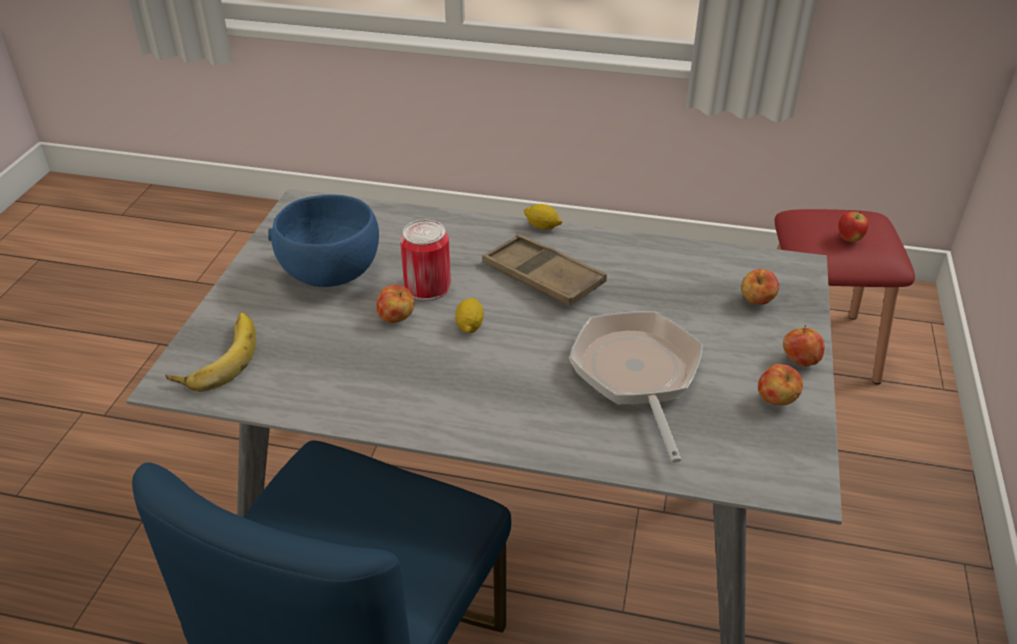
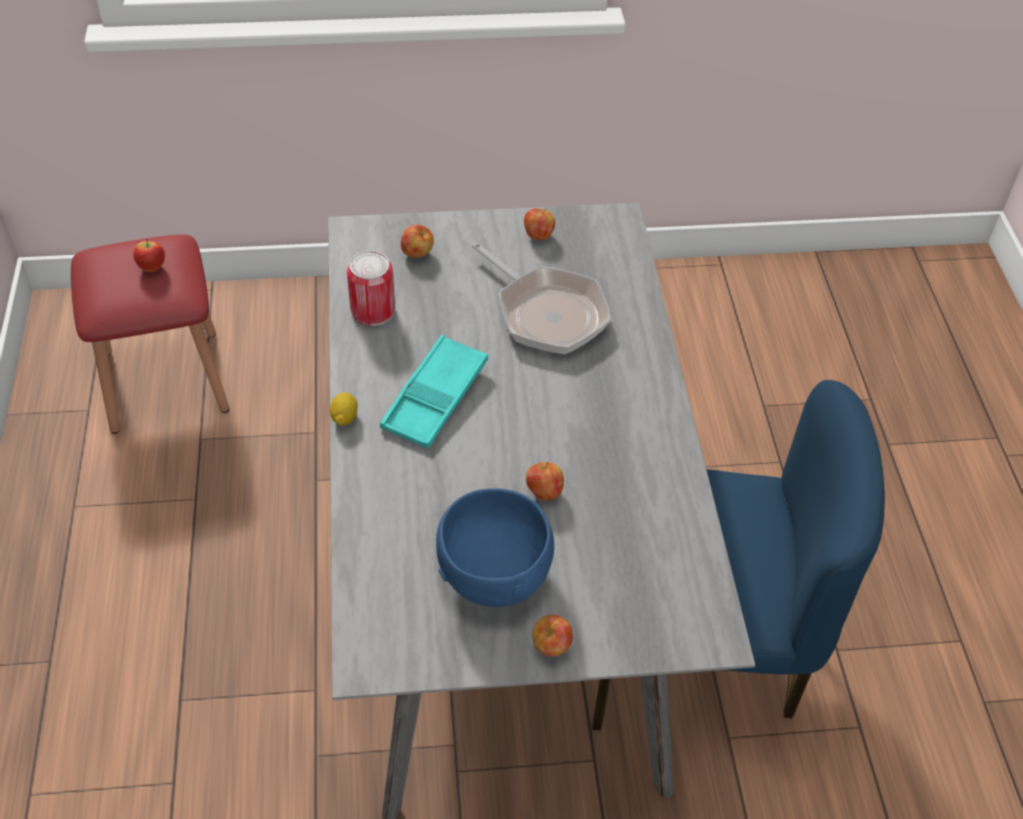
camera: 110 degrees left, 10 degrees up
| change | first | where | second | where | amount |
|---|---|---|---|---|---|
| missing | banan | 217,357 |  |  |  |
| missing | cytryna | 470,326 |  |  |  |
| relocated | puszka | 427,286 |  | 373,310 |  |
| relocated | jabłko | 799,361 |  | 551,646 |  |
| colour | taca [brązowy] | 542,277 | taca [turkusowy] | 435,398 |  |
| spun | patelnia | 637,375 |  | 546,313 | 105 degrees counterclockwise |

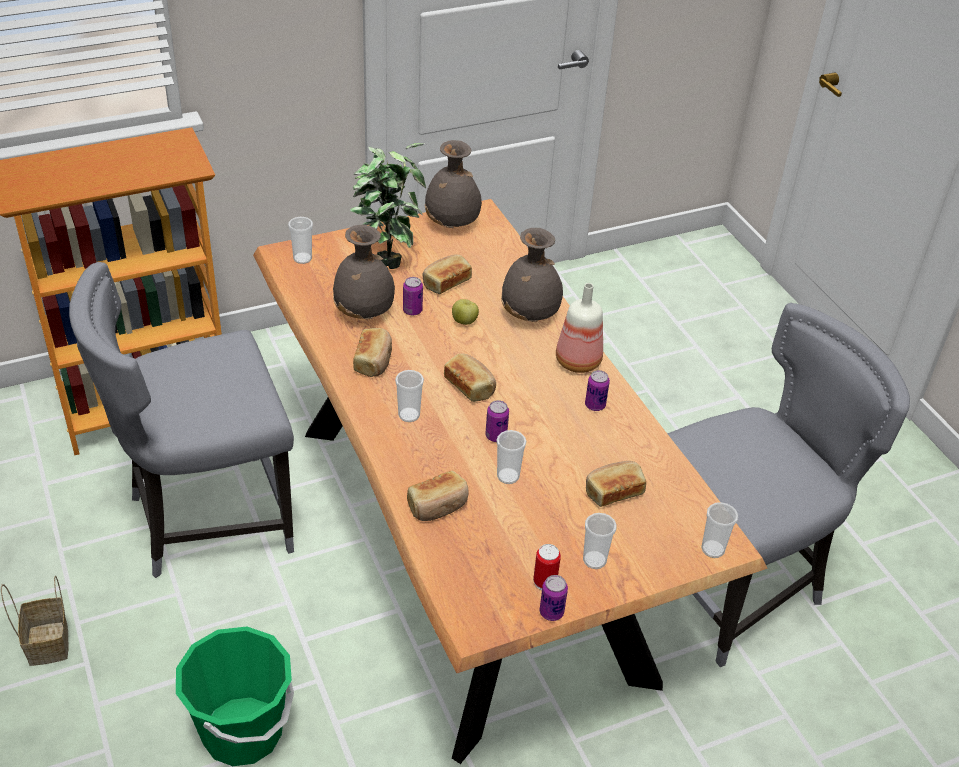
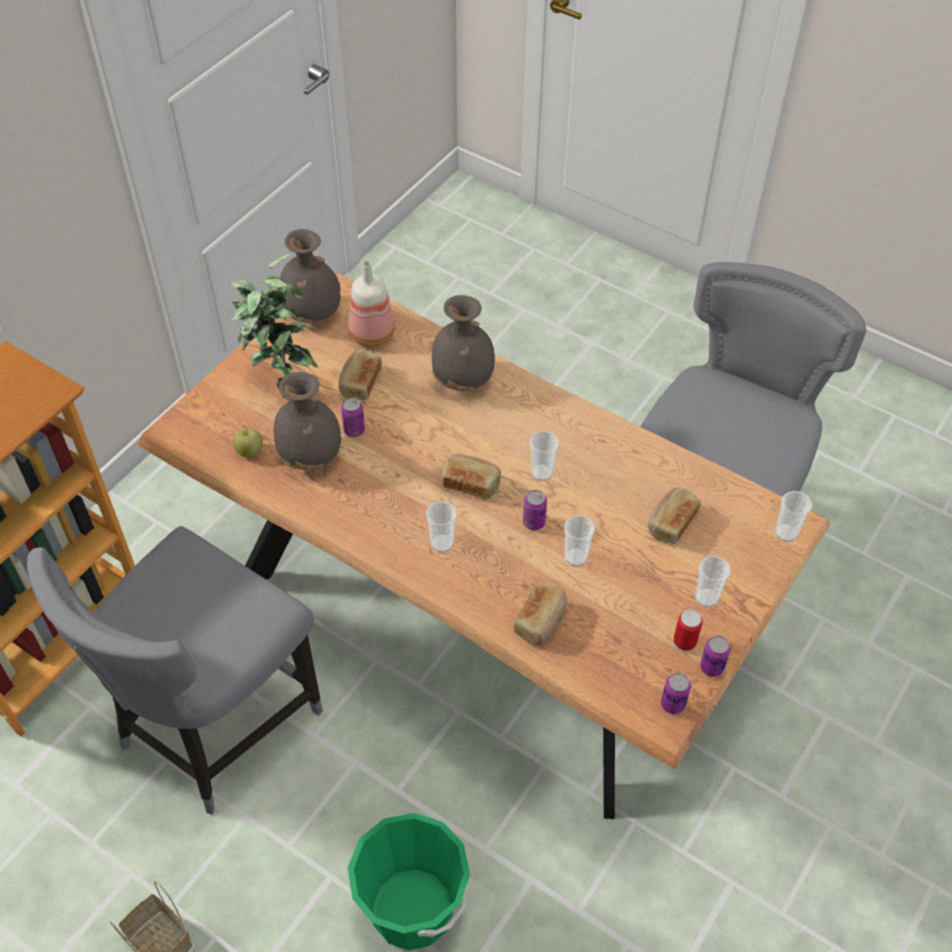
camera: 30 degrees left, 10 degrees up
| change | first | where | second | where | amount |
|---|---|---|---|---|---|
| missing | chleb | 374,361 |  |  |  |
| relocated | filiżanka | 302,258 |  | 542,473 |  |
| relocated | jabłko | 464,322 |  | 249,451 |  |
| relocated | butelka | 577,362 |  | 371,335 |  |
| relocated | puszka | 595,405 |  | 672,704 |  |

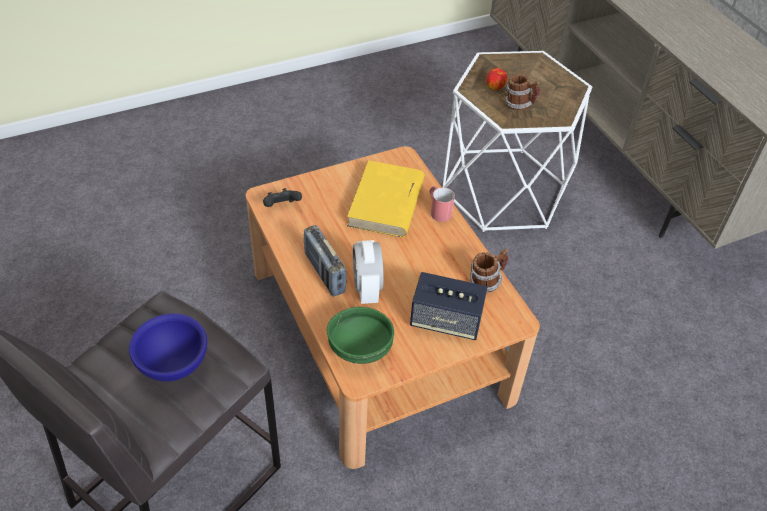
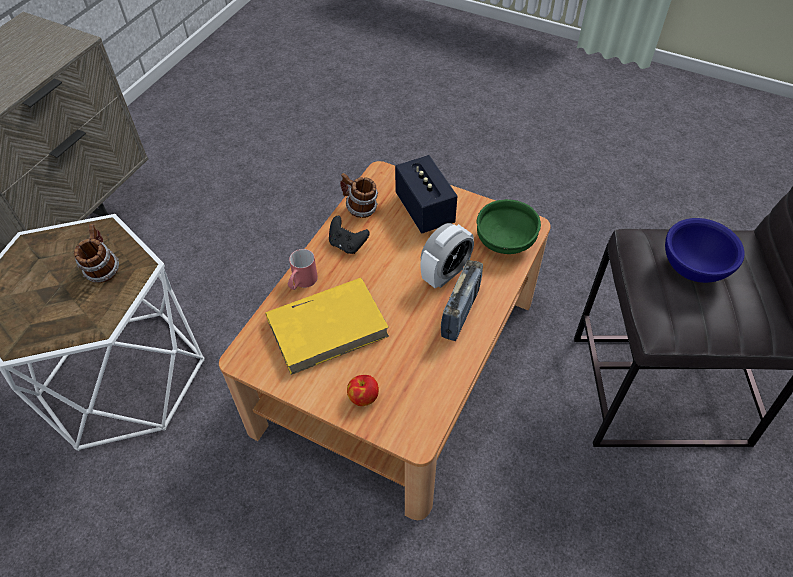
camera: 125 degrees left, 5 degrees up
| change | first | where | second | where | amount |
|---|---|---|---|---|---|
| relocated | pad do gier [czarny] | 282,207 |  | 347,244 |  |
| relocated | jabłko | 495,87 |  | 363,397 |  |

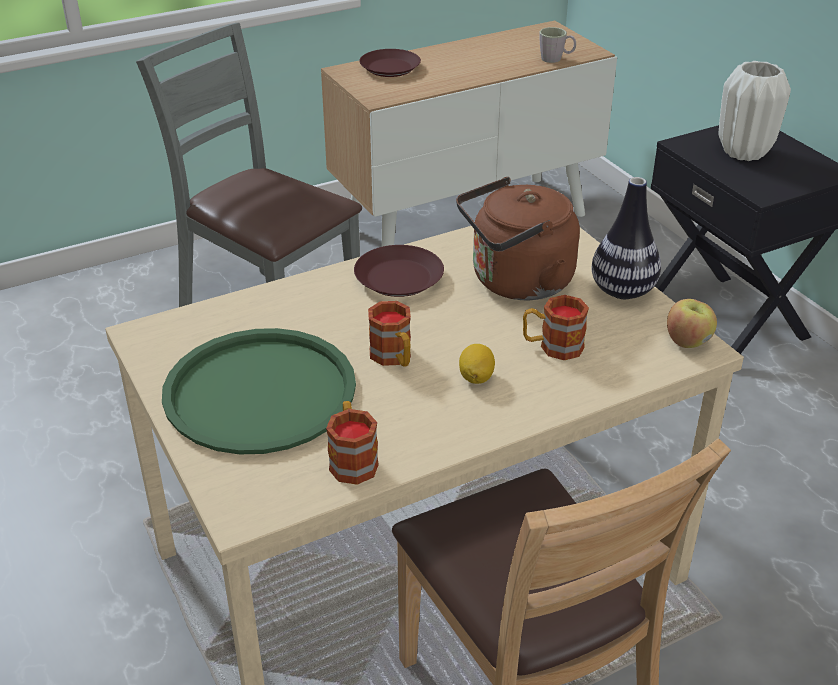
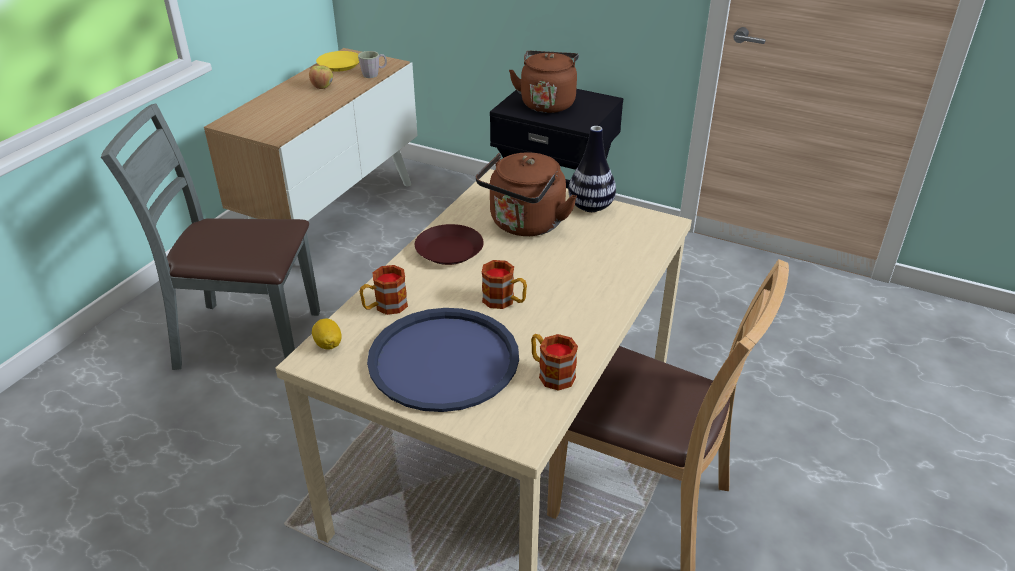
camera: 35 degrees left, 0 degrees up
| change | first | where | second | where | amount |
|---|---|---|---|---|---|
| missing | talerz [brązowy] | 389,68 |  |  |  |
| appeared |  |  | talerz [żółty] | 340,65 |  |
| relocated | cytryna | 476,377 |  | 328,344 |  |
| relocated | kubek | 552,346 |  | 385,307 |  |
| relocated | jabłko | 688,341 |  | 322,86 |  |
| exchanged | wazon [biały] | 745,152 | czajnik [brązowy] | 547,103 |  |
| colour | taca [zielony] | 259,392 | taca [niebieski] | 443,360 |  |

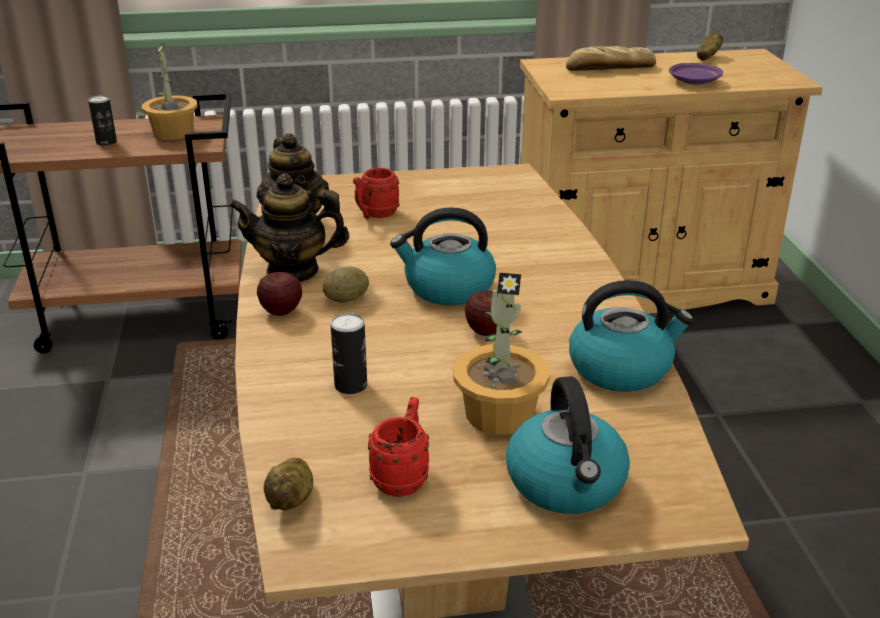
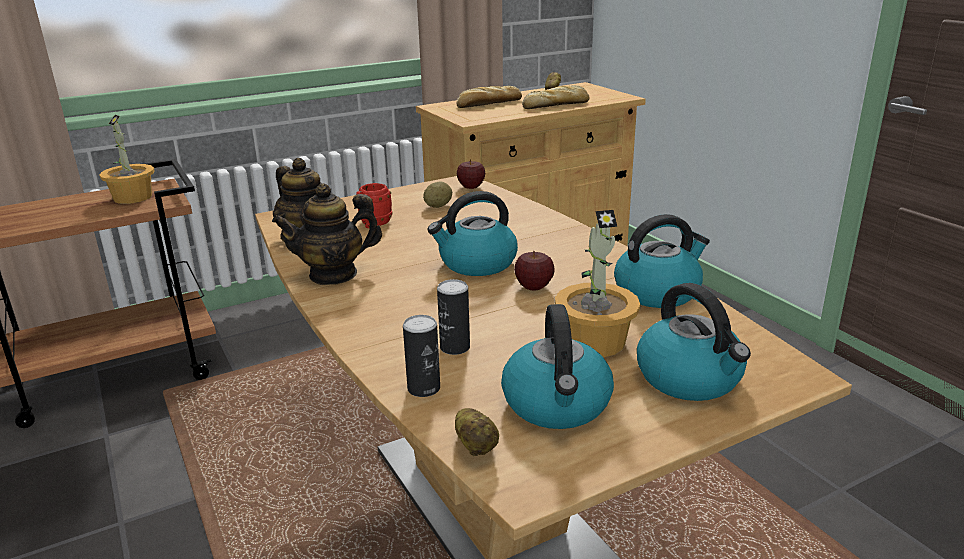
camera: 20 degrees left, 5 degrees down
| change | first | where | second | where | amount |
|---|---|---|---|---|---|
| relocated | puszka | 106,142 |  | 424,388 |  |
| relocated | jabłko | 281,311 |  | 471,187 |  |
| relocated | ziemniak | 346,299 |  | 438,206 |  |
| exchanged | kubek [czerwony] | 403,476 | czajnik | 557,405 |  |
| exchanged | talerz [fioletowy] | 694,81 | chleb | 557,105 |  |

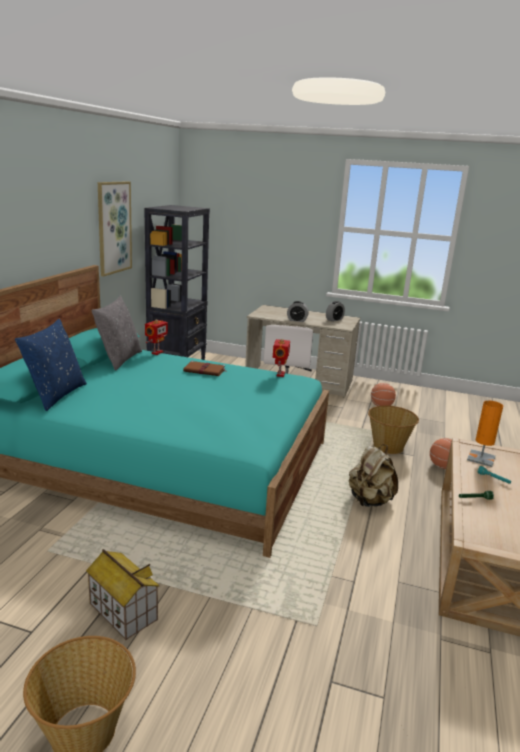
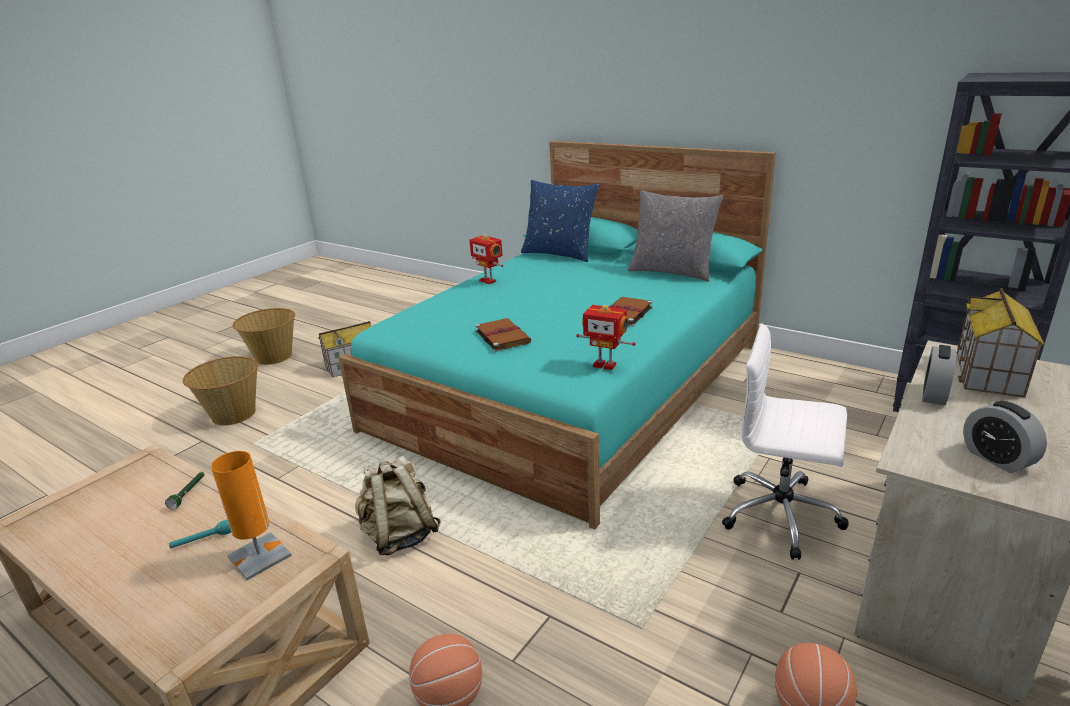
camera: 110 degrees right, 5 degrees up
| change | first | where | second | where | amount |
|---|---|---|---|---|---|
| missing | obraz | 114,228 |  |  |  |
| appeared |  |  | książka [brązowy] | 501,336 |  |
| appeared |  |  | domek | 989,374 |  |
| relocated | robot zabawkowy | 156,352 |  | 488,281 |  |
| relocated | koszyk | 388,447 |  | 233,414 |  |

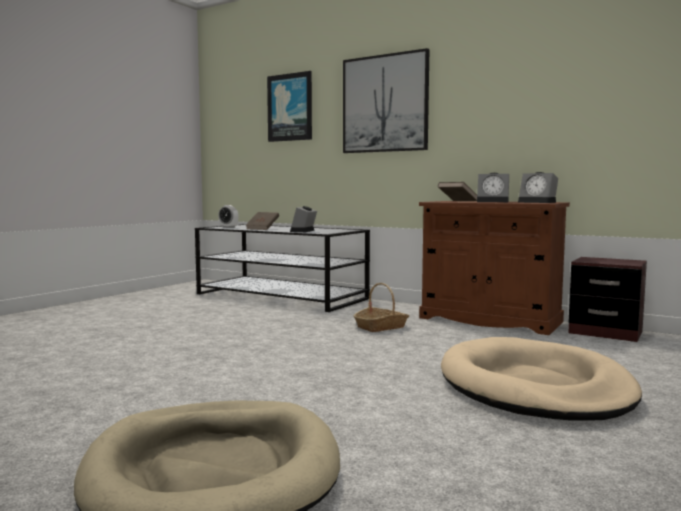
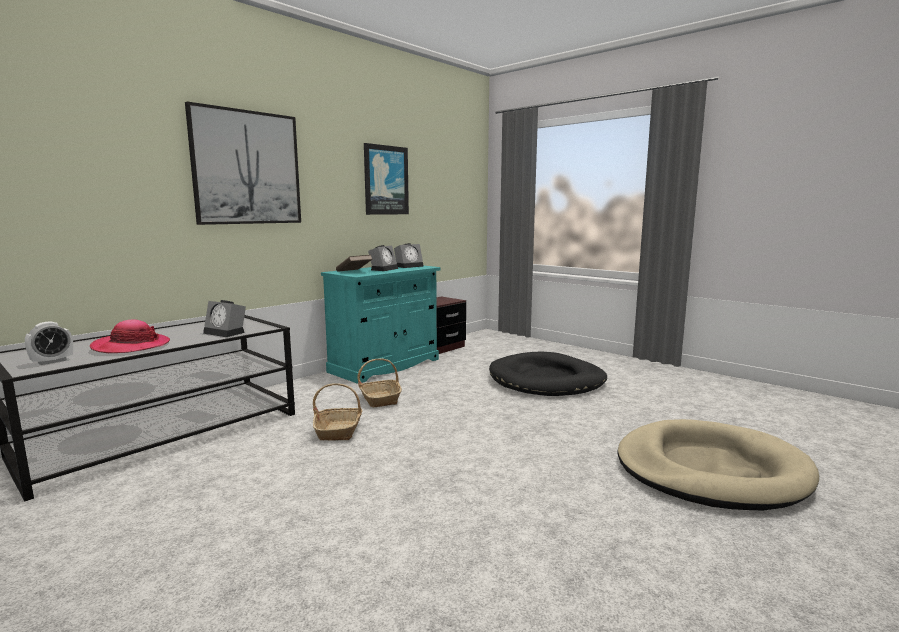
camera: 80 degrees left, 5 degrees up
| change | first | where | second | where | amount |
|---|---|---|---|---|---|
| appeared |  |  | koszyk | 339,430 |  |
| relocated | obraz | 290,107 |  | 386,180 |  |
| exchanged | książka [brązowy] | 262,228 | kapelusz | 131,346 |  |
| colour | szafka [brązowy] | 489,320 | szafka [turkusowy] | 385,365 |  |
| colour | legowisko [beżowy] | 534,387 | legowisko [czarny] | 547,380 |  |

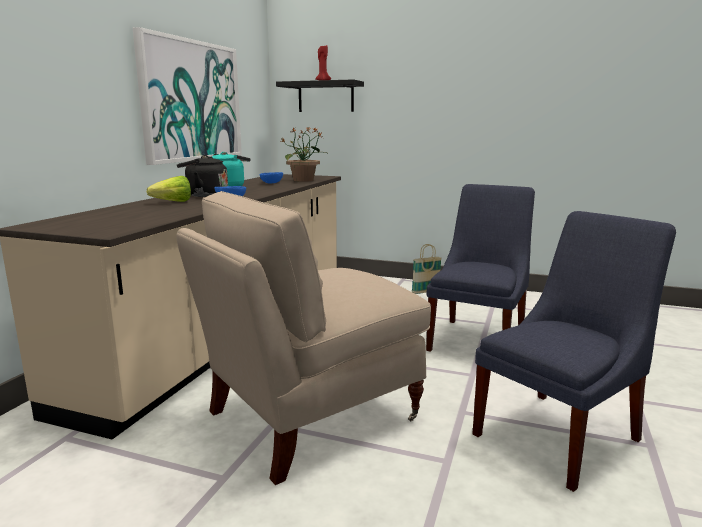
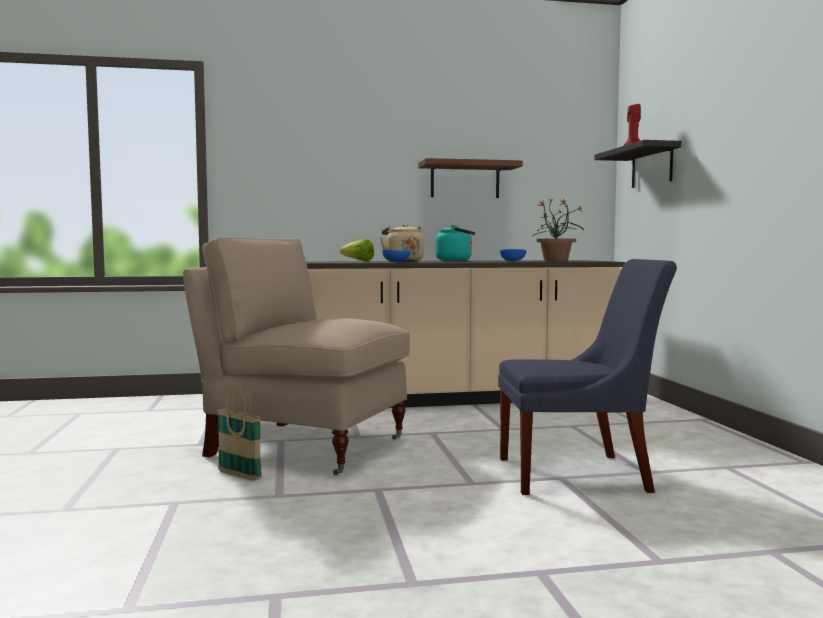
camera: 60 degrees right, 10 degrees down
| change | first | where | second | where | amount |
|---|---|---|---|---|---|
| missing | krzesło [niebieski] | 561,434 |  |  |  |
| relocated | koszyk | 426,291 |  | 239,475 |  |
| exchanged | obraz | 192,101 | półka [brązowy] | 465,180 |  |
| colour | czajnik [czarny] | 204,195 | czajnik [beżowy] | 403,261 |  |

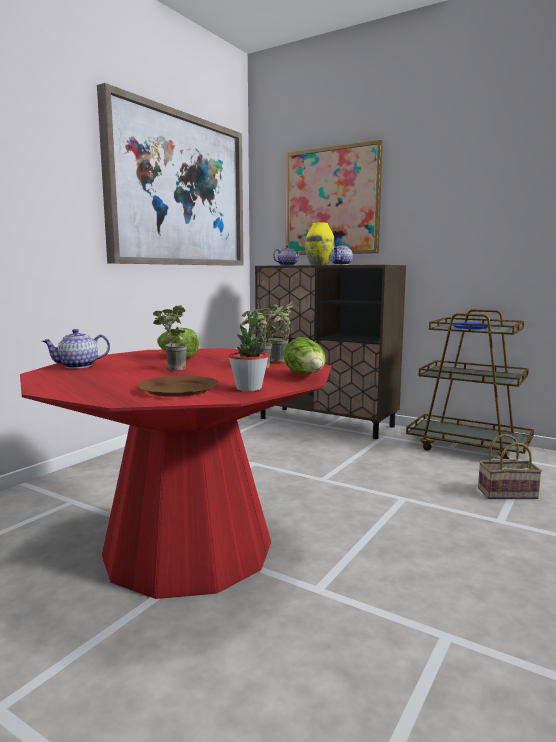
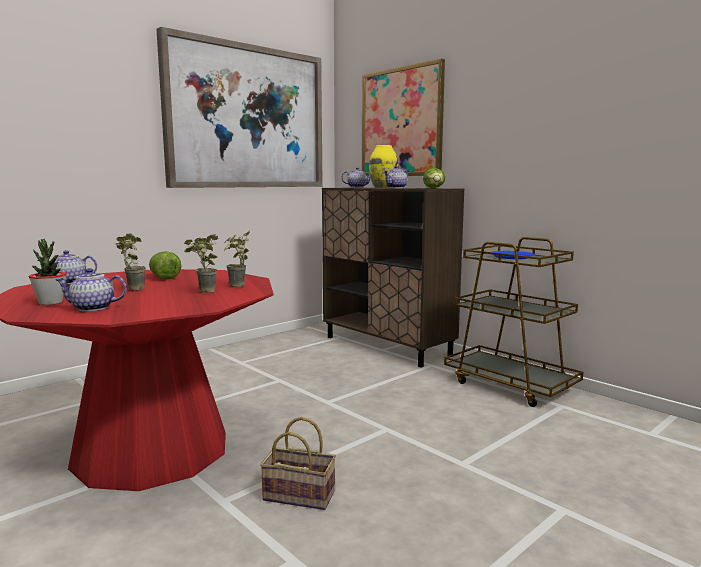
camera: 15 degrees right, 0 degrees up
| change | first | where | second | where | amount |
|---|---|---|---|---|---|
| relocated | roślina doniczkowa | 249,388 |  | 50,302 |  |
| relocated | sałata | 307,375 |  | 434,188 |  |
| relocated | koszyk | 508,493 |  | 301,495 |  |
| exchanged | talerz [brązowy] | 179,389 | imbryk | 92,308 |  |

